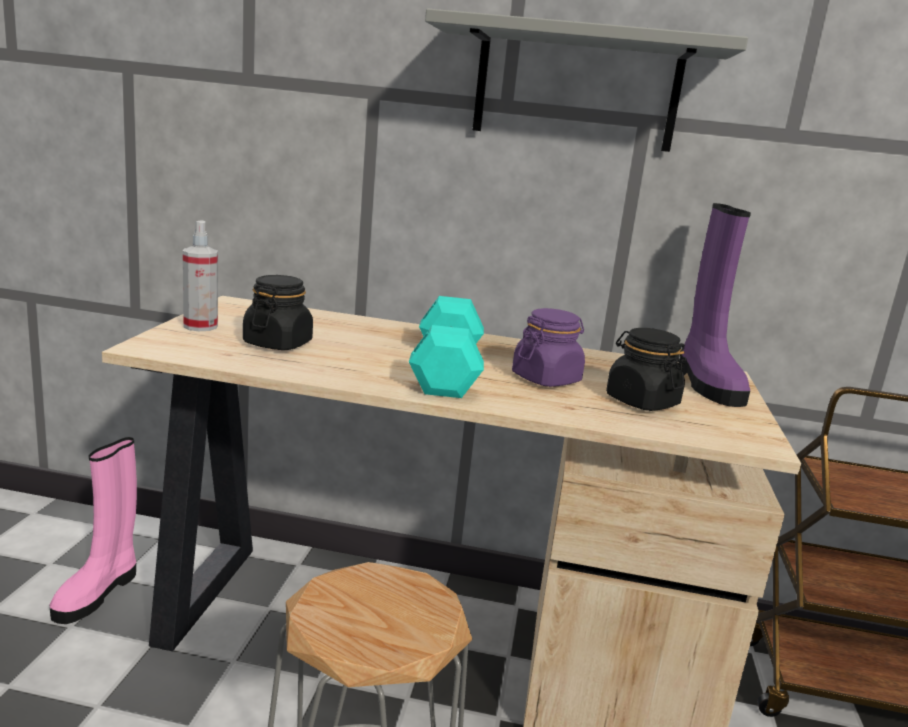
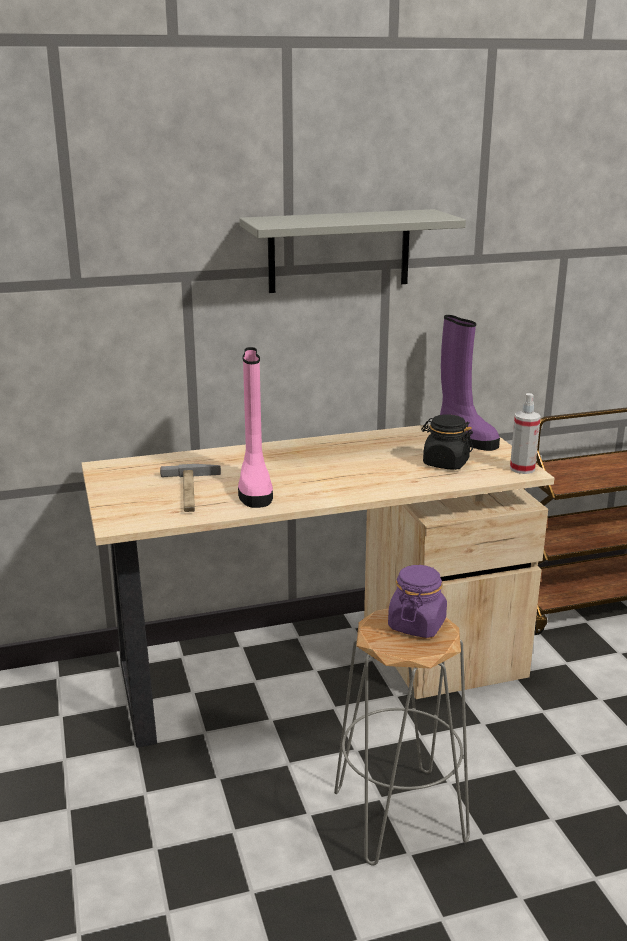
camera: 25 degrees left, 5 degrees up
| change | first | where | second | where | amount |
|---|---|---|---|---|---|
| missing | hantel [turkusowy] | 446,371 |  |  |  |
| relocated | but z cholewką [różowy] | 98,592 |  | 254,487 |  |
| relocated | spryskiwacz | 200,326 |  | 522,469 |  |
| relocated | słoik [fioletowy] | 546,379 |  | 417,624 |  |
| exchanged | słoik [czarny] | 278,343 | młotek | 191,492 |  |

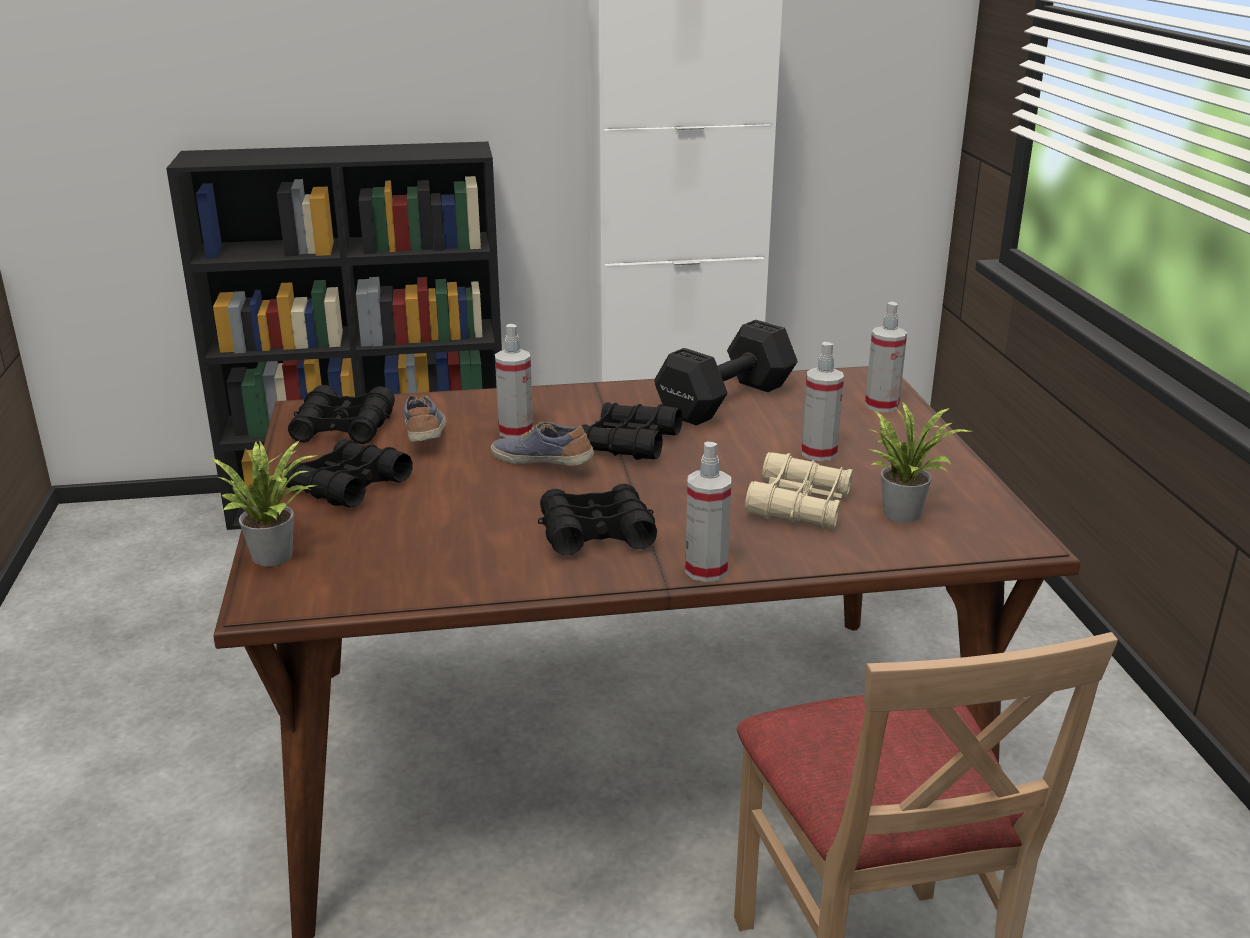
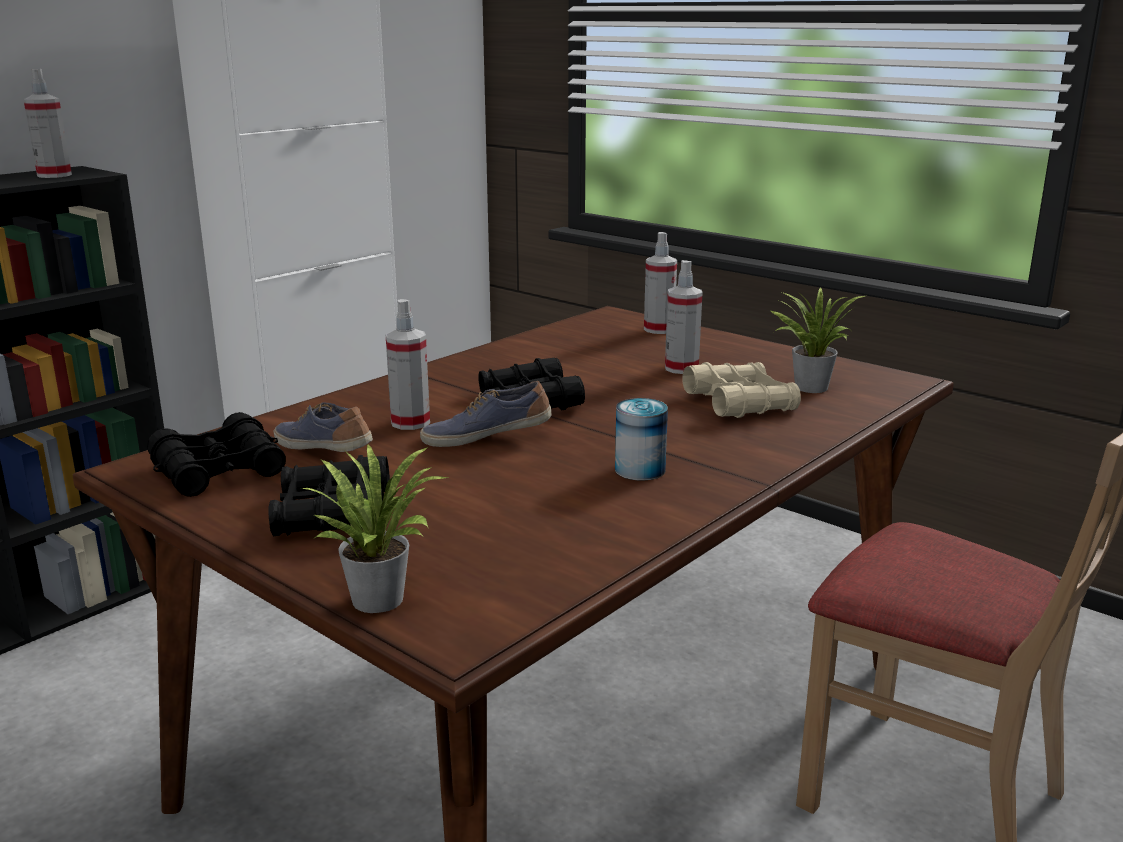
camera: 40 degrees left, 5 degrees down
| change | first | where | second | where | amount |
|---|---|---|---|---|---|
| missing | hantel [czarny] | 729,399 |  |  |  |
| relocated | spryskiwacz | 706,570 |  | 54,175 |  |
| exchanged | lornetka [czarny] | 596,533 | puszka | 640,470 |  |

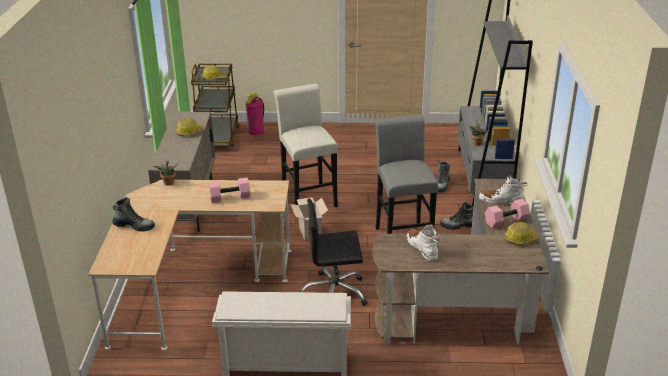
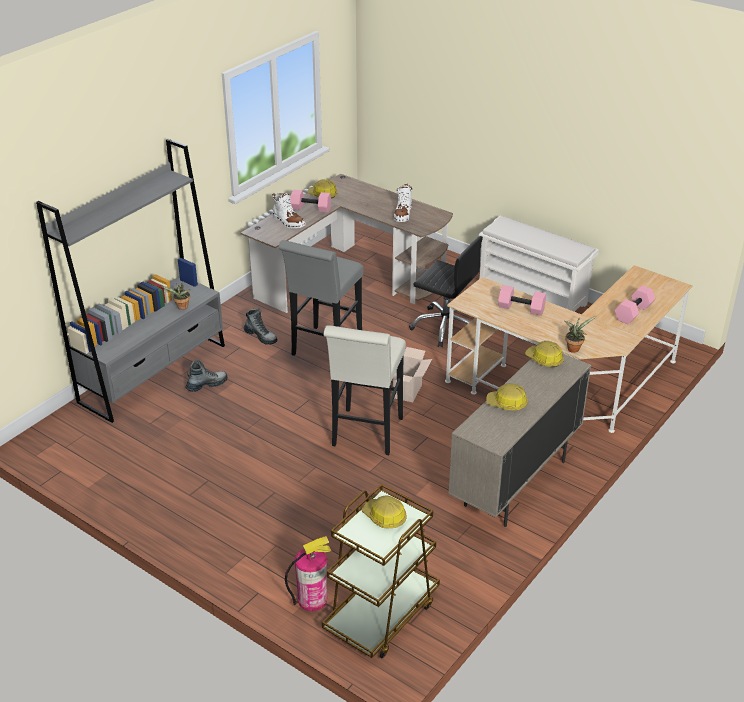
camera: 145 degrees left, 5 degrees up
| change | first | where | second | where | amount |
|---|---|---|---|---|---|
| appeared |  |  | kask | 544,359 |  |
| exchanged | but z cholewką | 134,226 | hantel [różowy] | 634,313 |  |

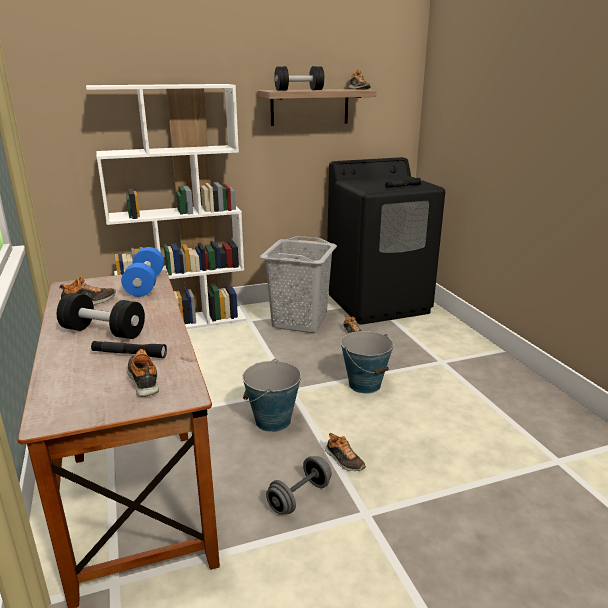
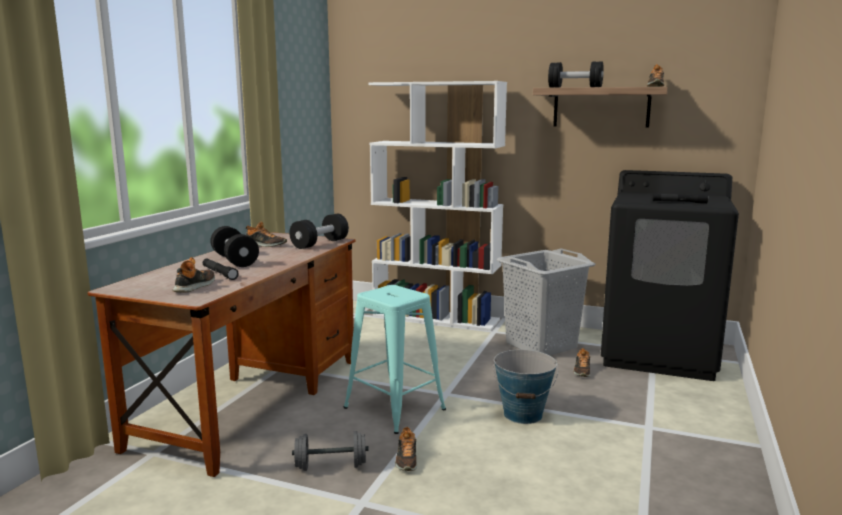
camera: 40 degrees right, 10 degrees down
| change | first | where | second | where | amount |
|---|---|---|---|---|---|
| exchanged | wiadro | 273,421 | stołek [turkusowy] | 394,408 |  |
| colour | hantel [niebieski] | 145,285 | hantel [czarny] | 320,244 |  |

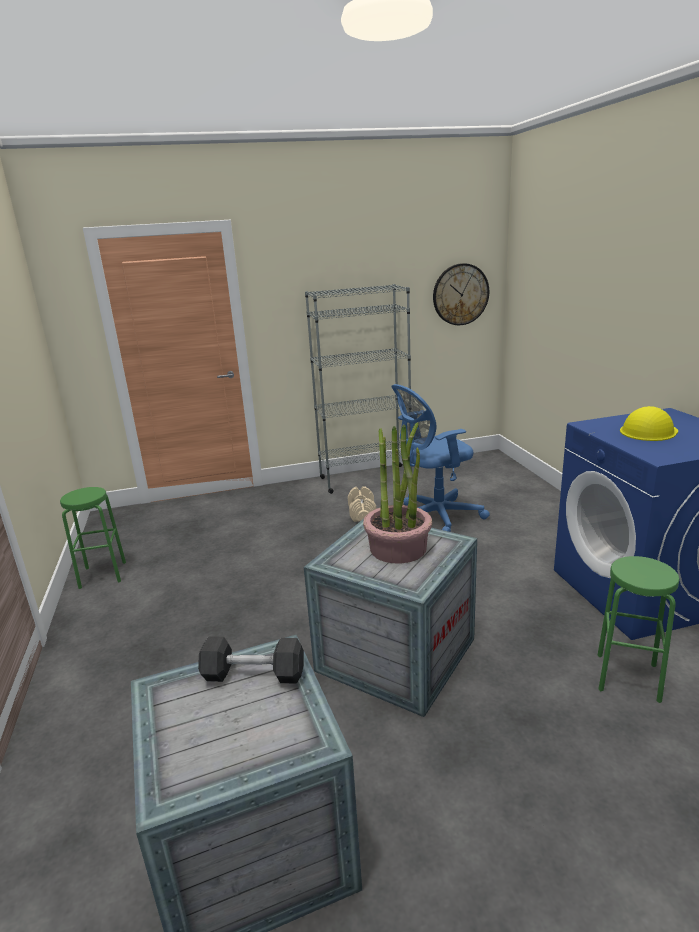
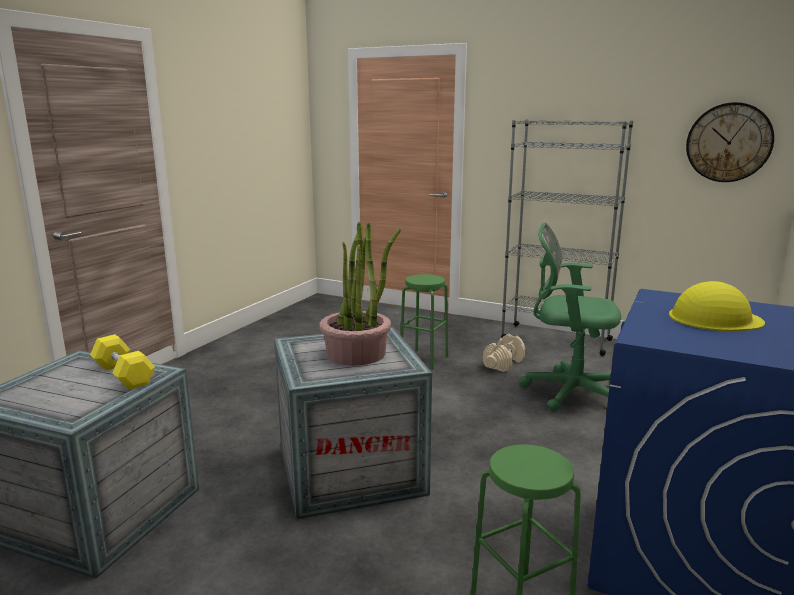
camera: 40 degrees right, 5 degrees down
| change | first | where | second | where | amount |
|---|---|---|---|---|---|
| relocated | stołek [zielony] | 103,574 |  | 424,359 |  |
| colour | hantel [szary] | 254,674 | hantel [żółty] | 123,375 |  |
| colour | krzesło biurowe [niebieski] | 435,517 | krzesło biurowe [zielony] | 569,392 |  |

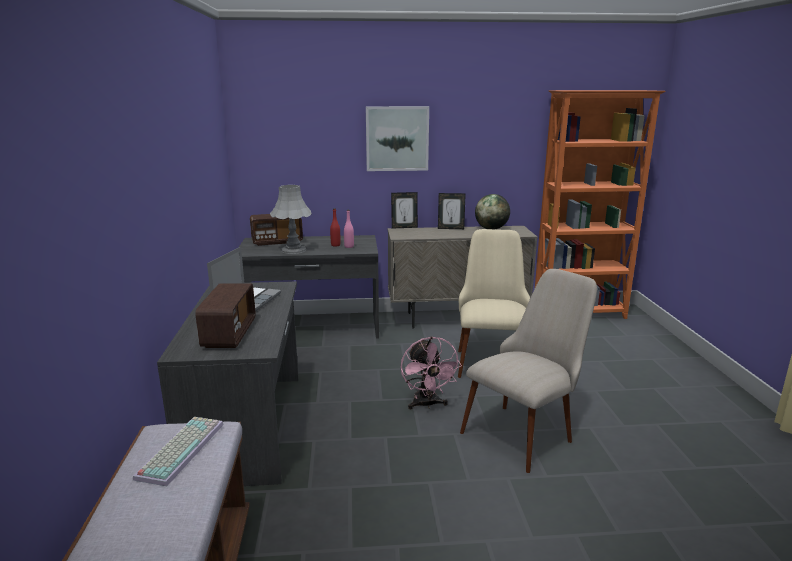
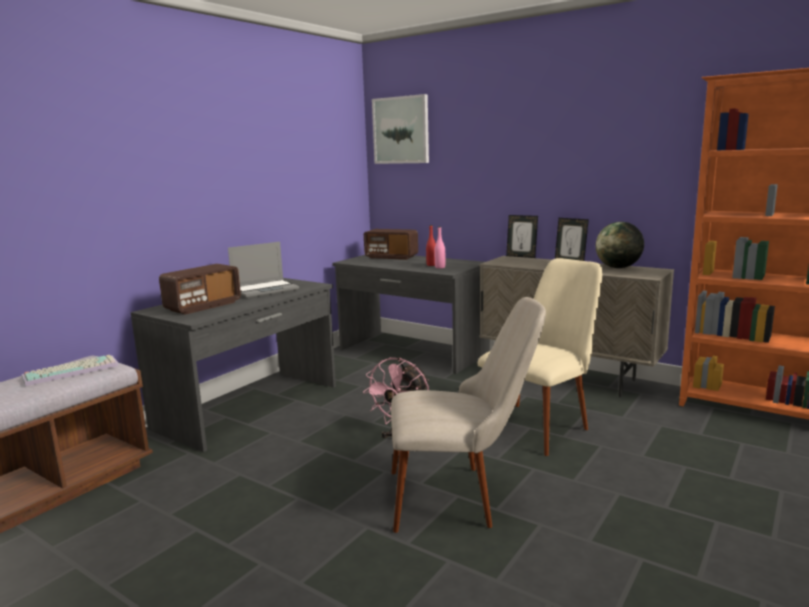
camera: 40 degrees right, 5 degrees down
| change | first | where | second | where | amount |
|---|---|---|---|---|---|
| missing | lampa stołowa [szary] | 293,250 |  |  |  |
| relocated | obraz | 397,138 |  | 401,130 |  |

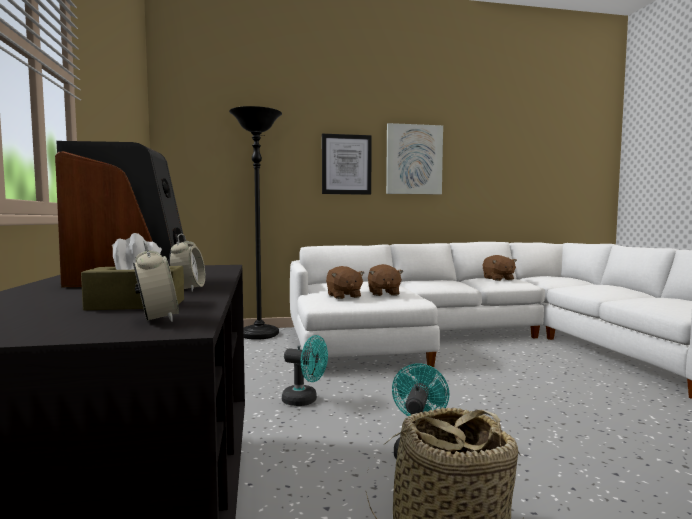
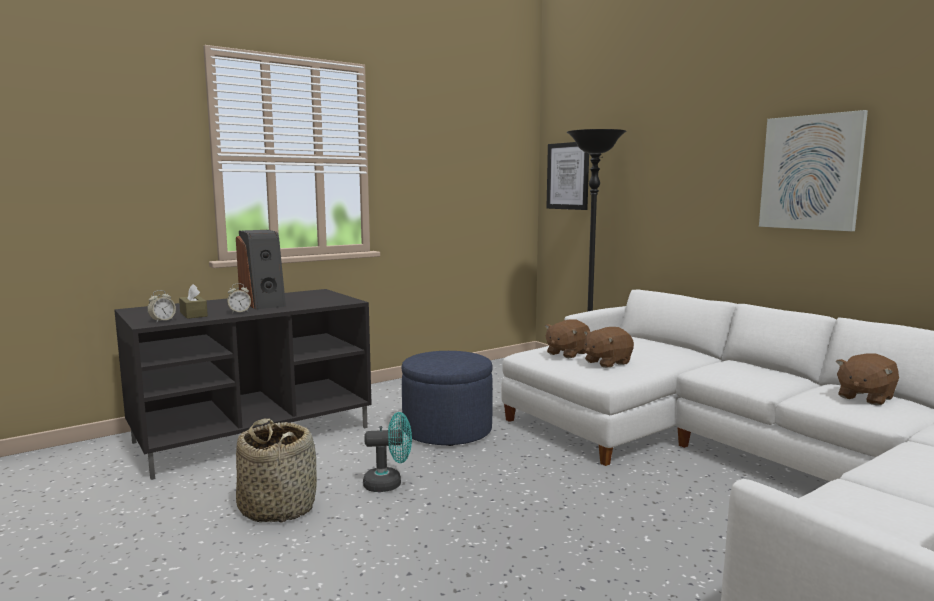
camera: 65 degrees right, 5 degrees up
| change | first | where | second | where | amount |
|---|---|---|---|---|---|
| relocated | obraz | 346,164 |  | 568,176 |  |
| exchanged | wentylator [turkusowy] | 305,400 | pufa [niebieski] | 447,430 |  |

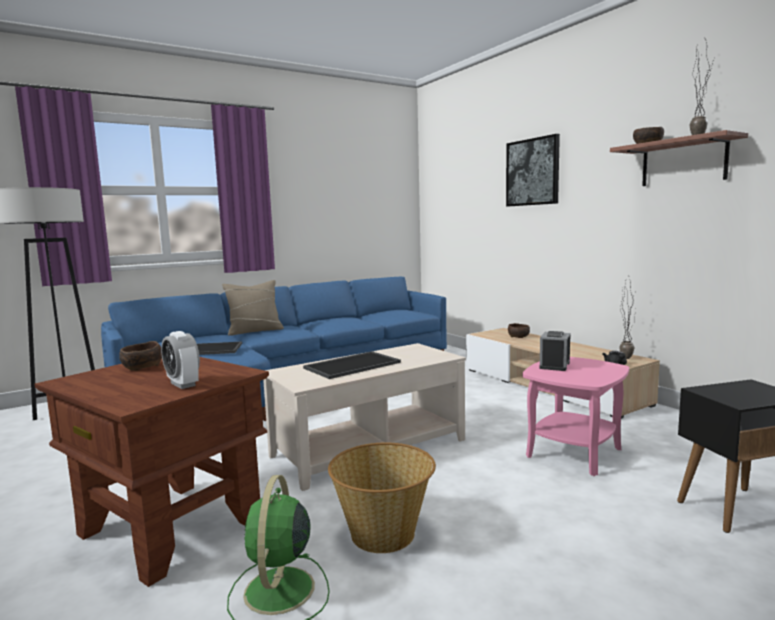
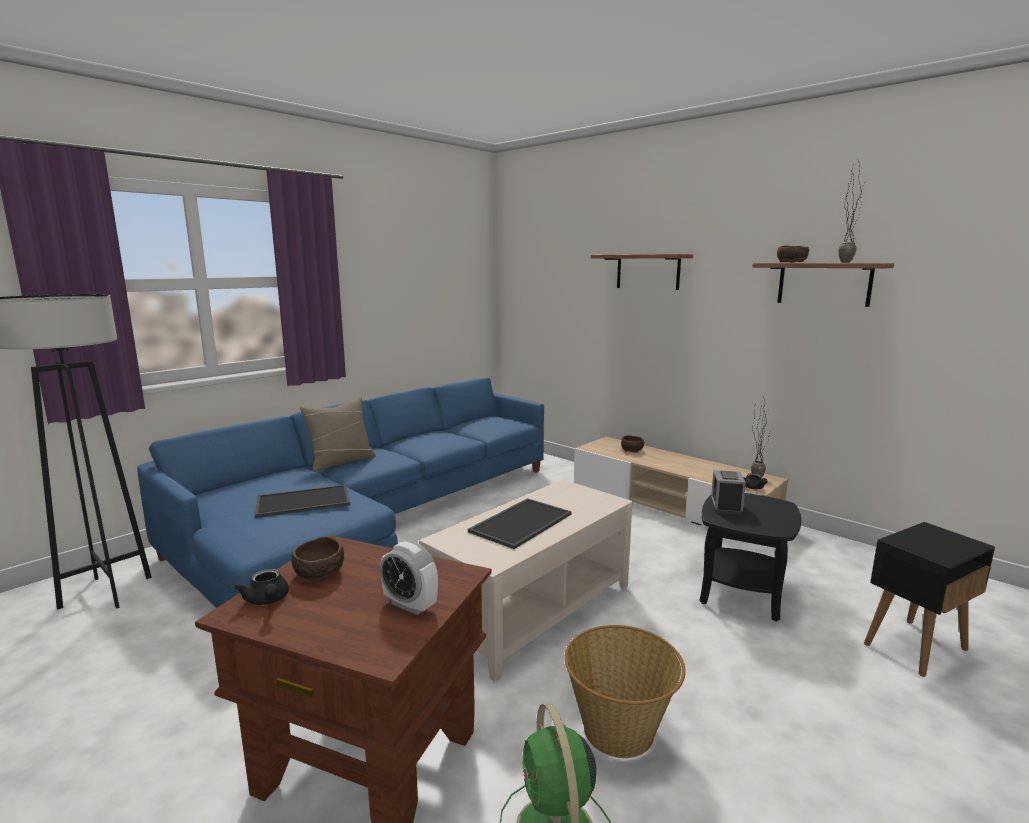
camera: 15 degrees left, 5 degrees up
| change | first | where | second | where | amount |
|---|---|---|---|---|---|
| appeared |  |  | imbryk [czarny] | 267,600 |  |
| exchanged | obraz | 532,172 | półka | 647,271 |  |
| colour | stolik [różowy] | 573,453 | stolik [czarny] | 742,593 |  |

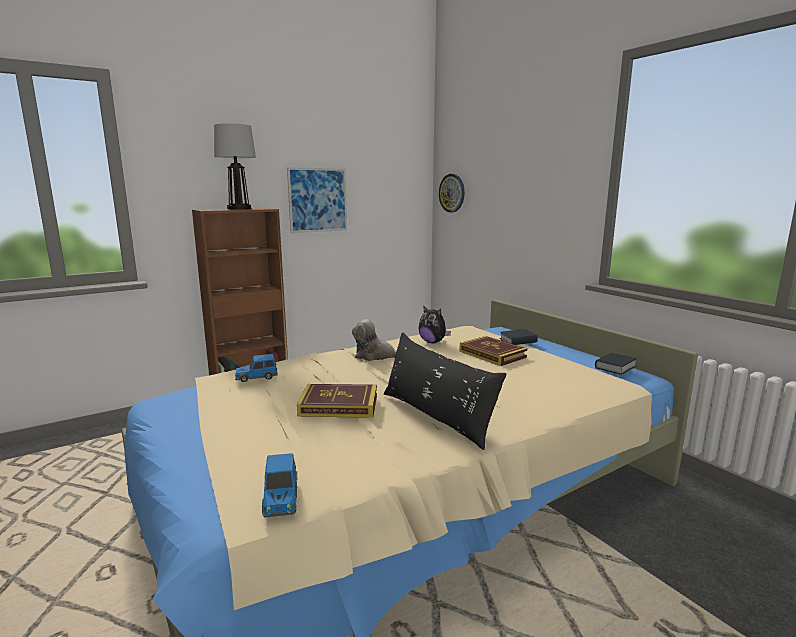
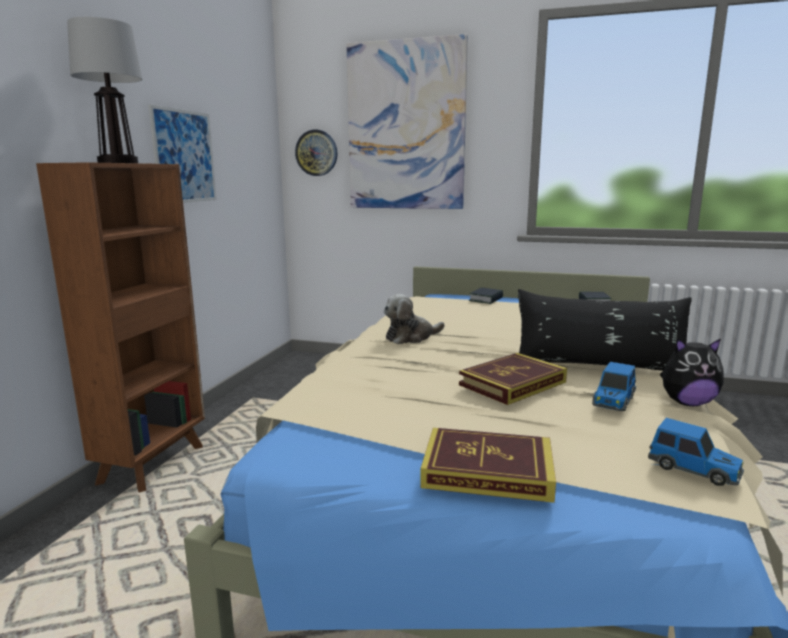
camera: 40 degrees left, 0 degrees up
| change | first | where | second | where | amount |
|---|---|---|---|---|---|
| appeared |  |  | obraz | 406,127 |  |
| relocated | samochodzik | 256,377 |  | 613,401 |  |
| relocated | pluszak | 433,342 |  | 687,403 |  |
| relocated | książka | 492,354 |  | 487,471 |  |

